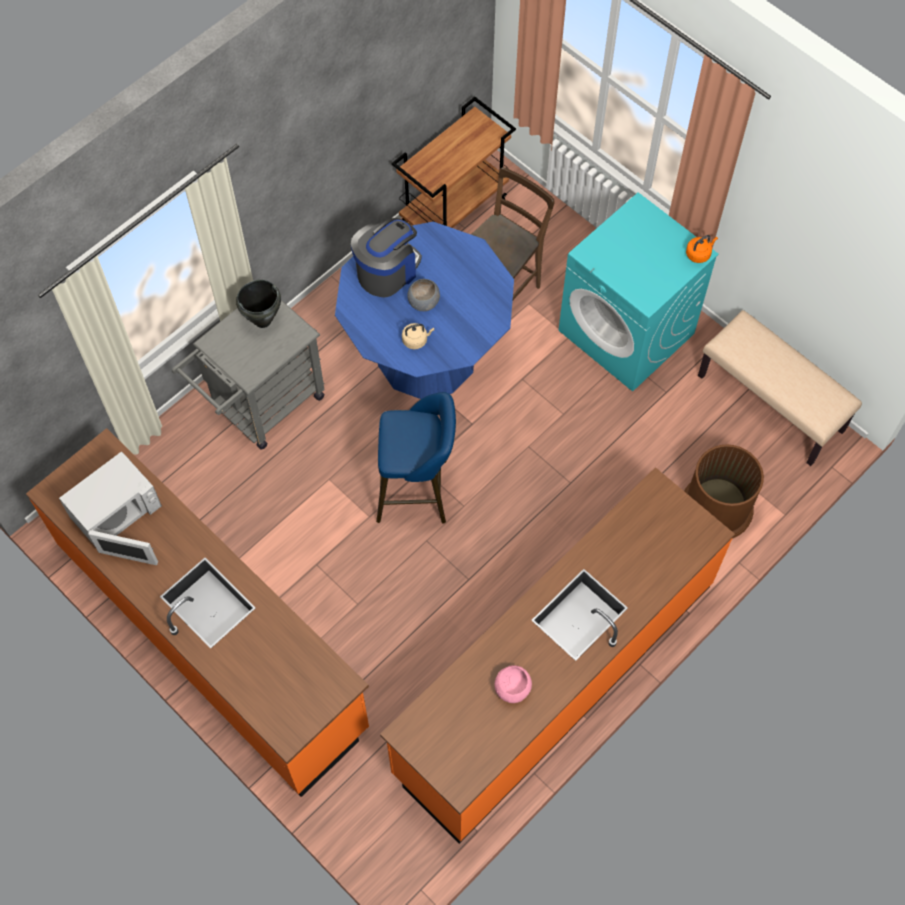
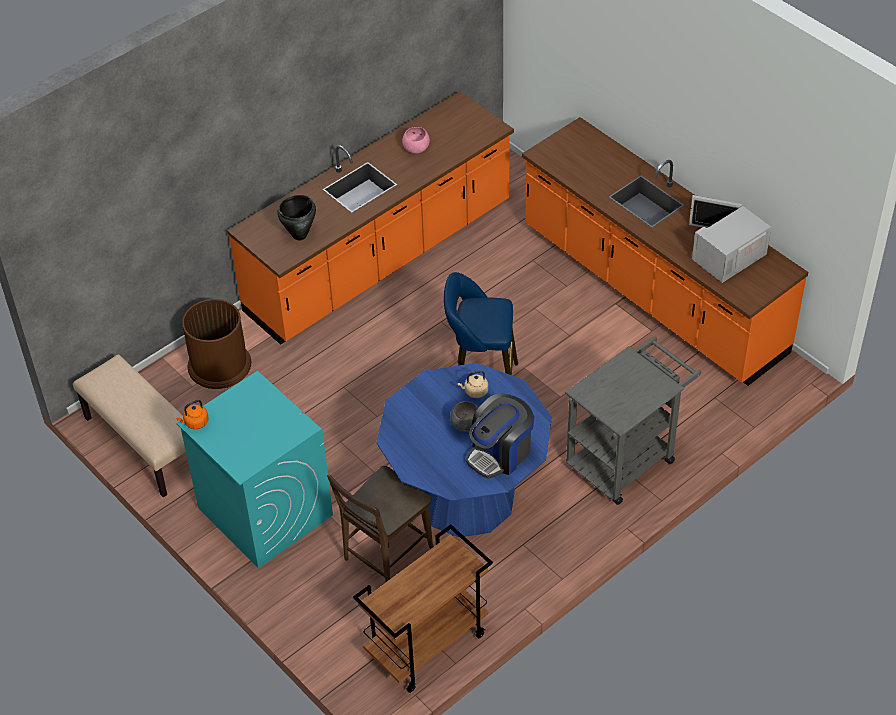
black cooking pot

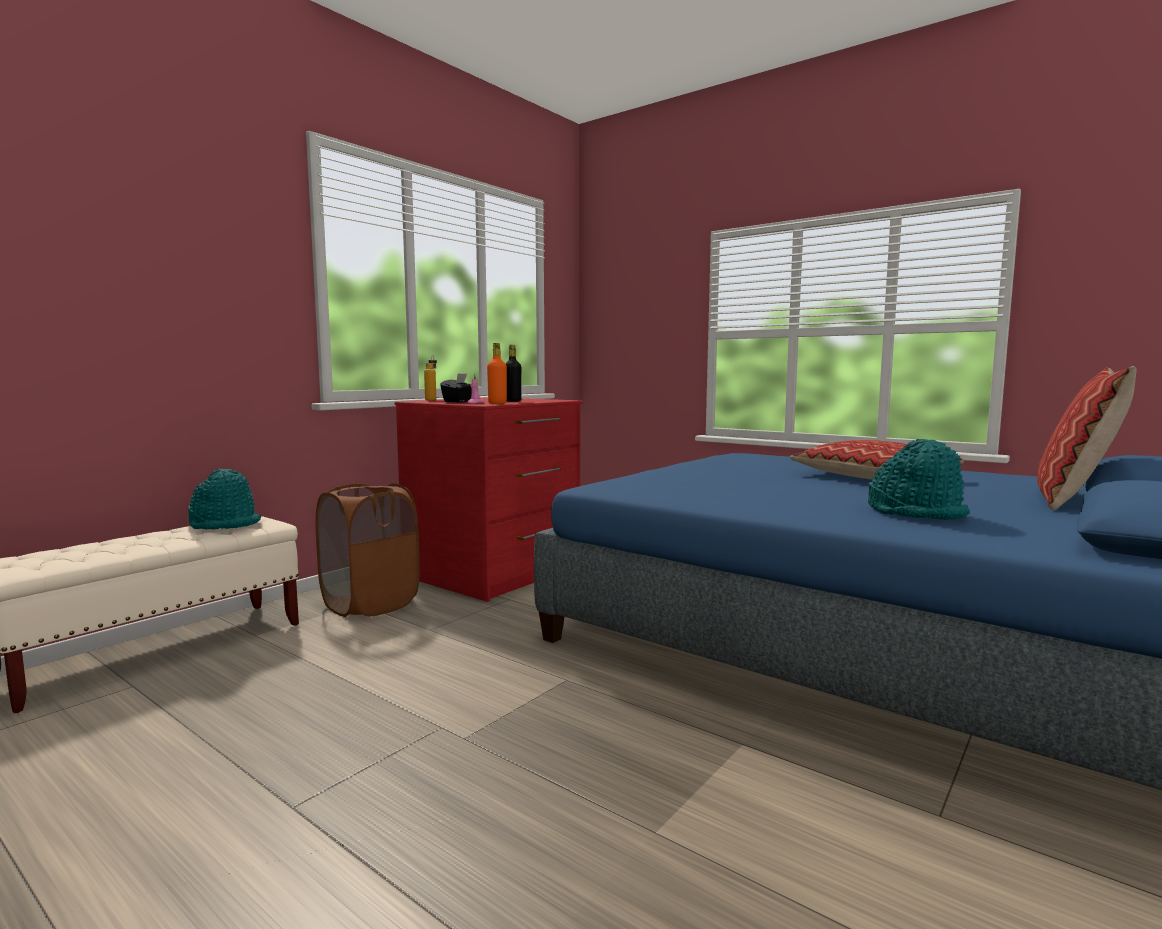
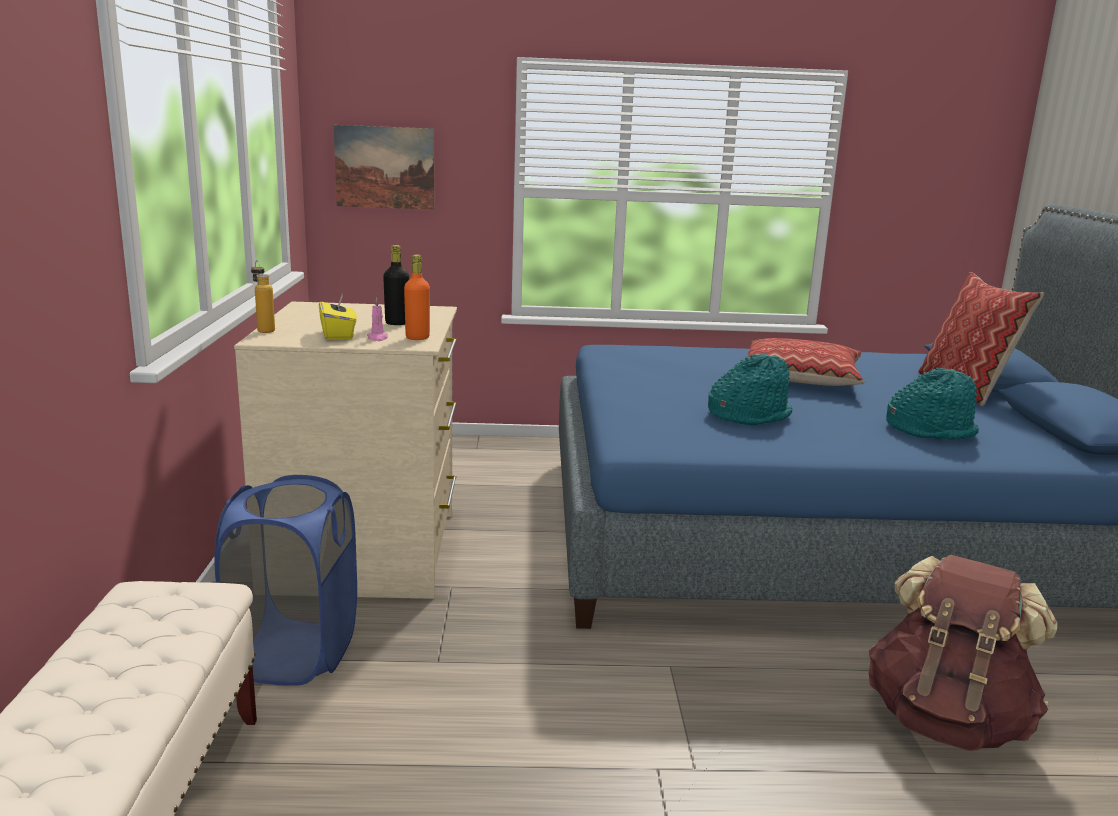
turquoise hat (no. 1 from left)
blue laundry basket
beige dresser
yellow tissue box
picture
brown backpack

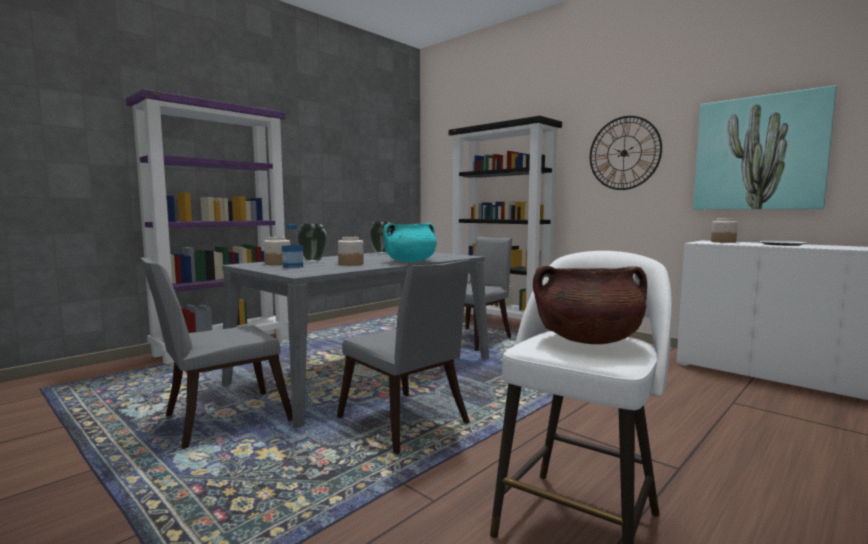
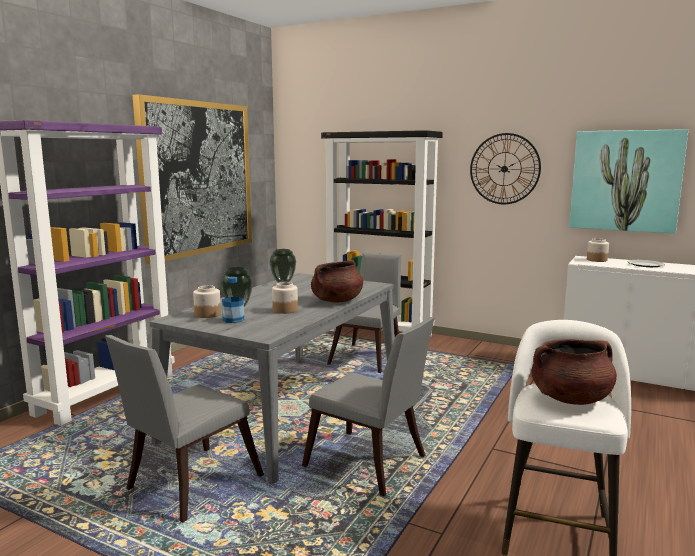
brown cooking pot (no. 1 from left)
picture (no. 1 from left)

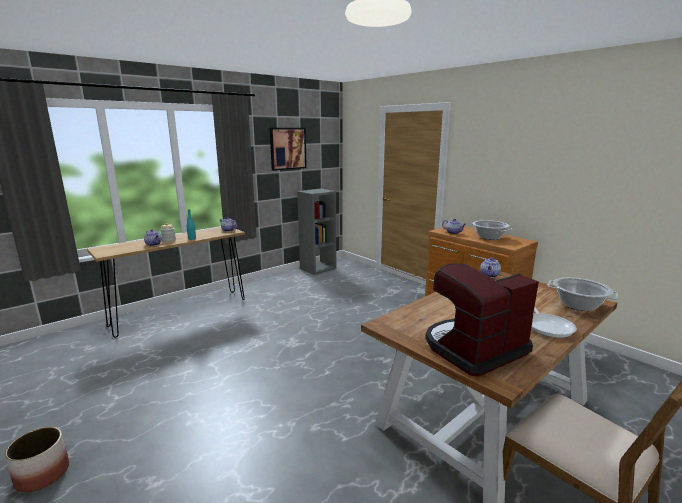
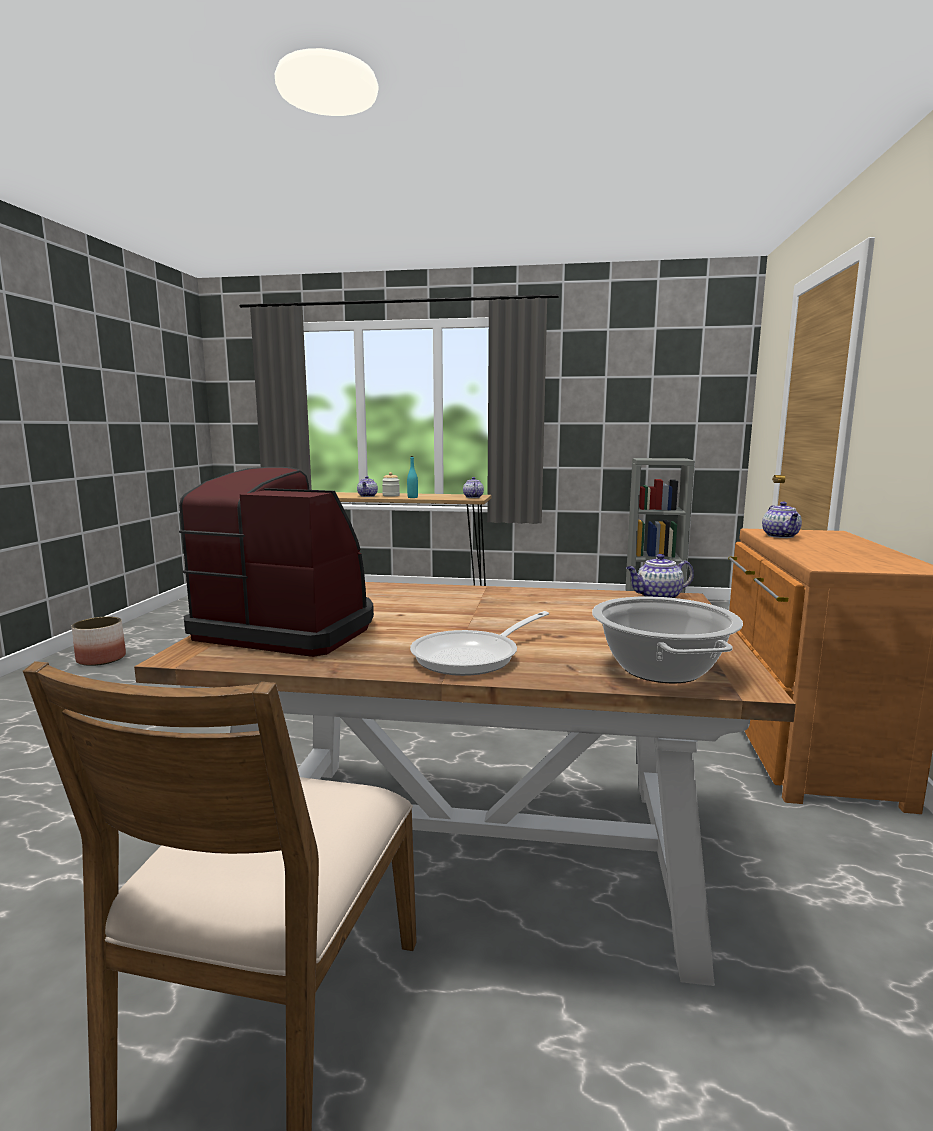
picture
cooking pot (no. 1 from left in the first image)

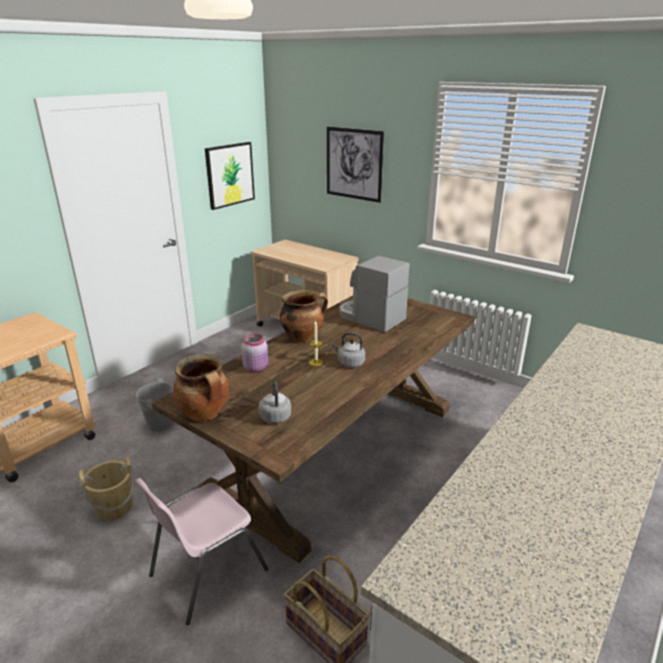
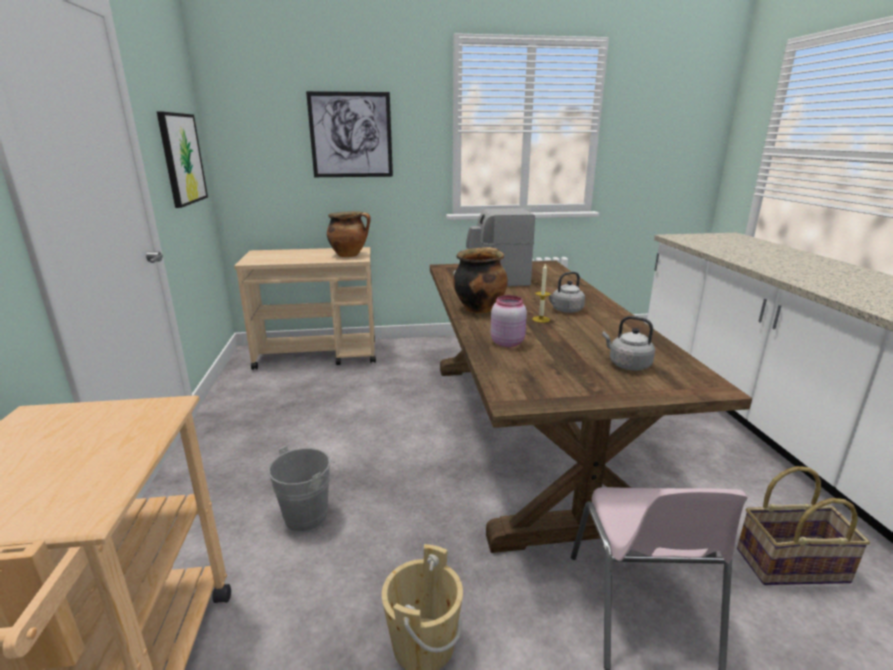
cooking pot (no. 1 from left)

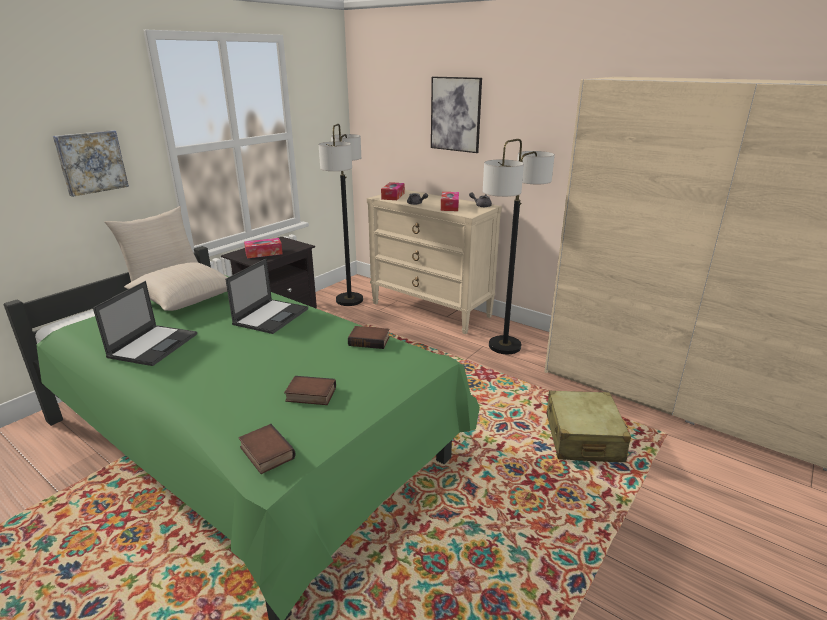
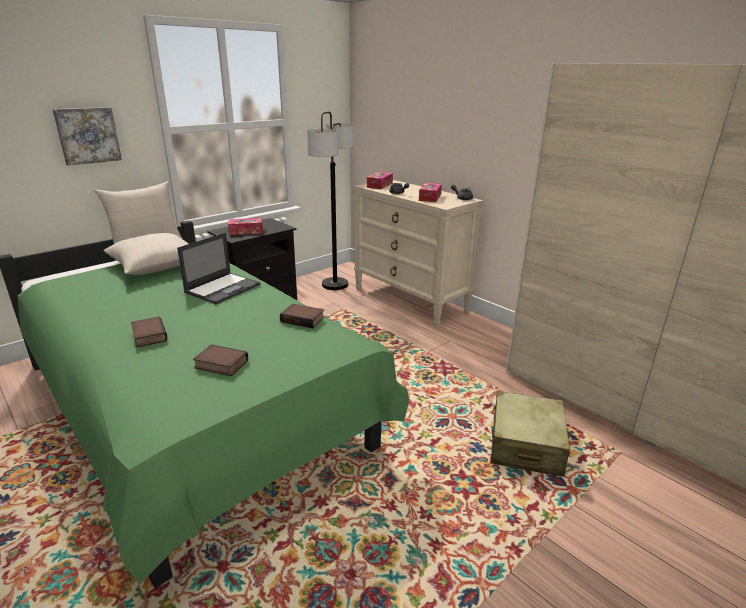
laptop (no. 1 from left in the first image)
book (no. 1 from left)
picture (no. 2 from left in the first image)
floor lamp (no. 2 from left in the first image)

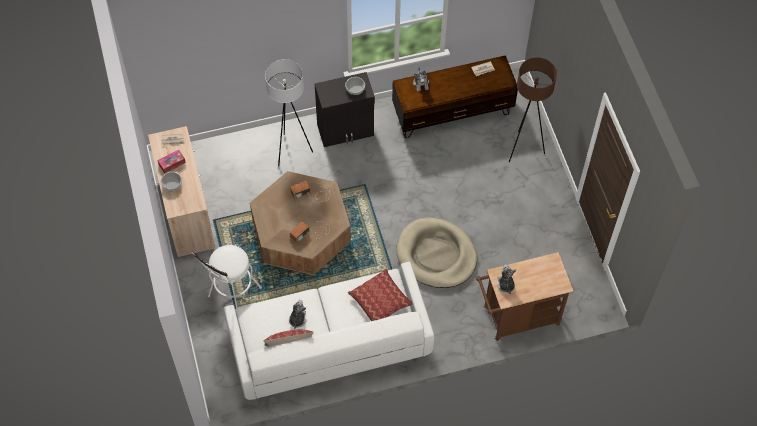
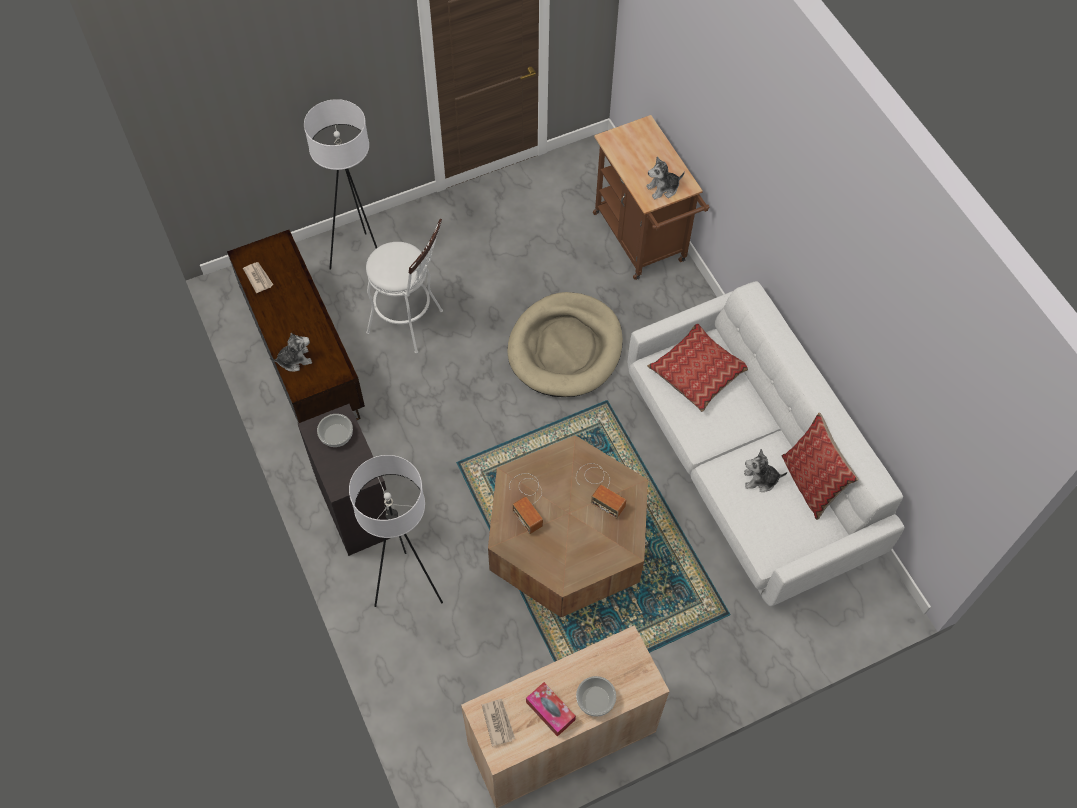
white stool
white floor lamp (no. 1 from left)

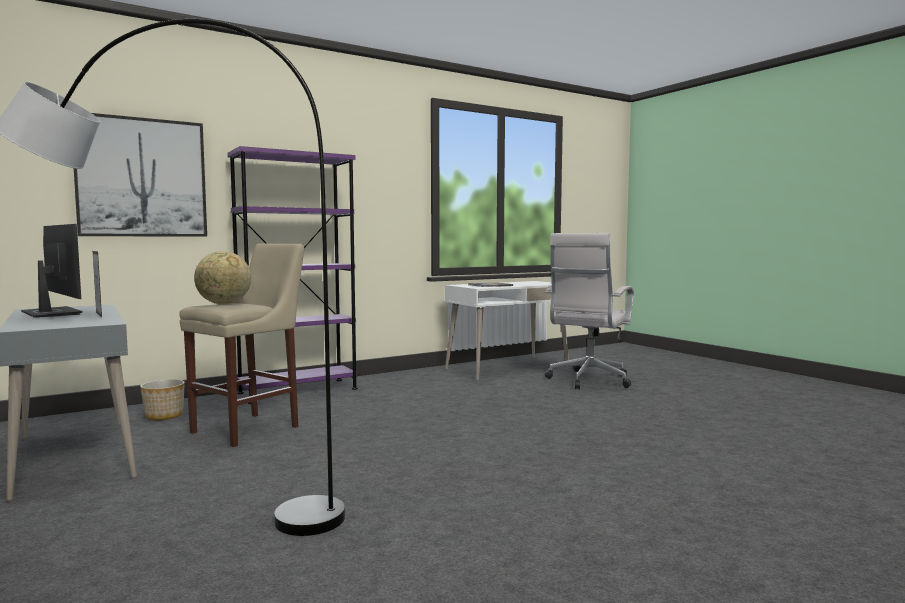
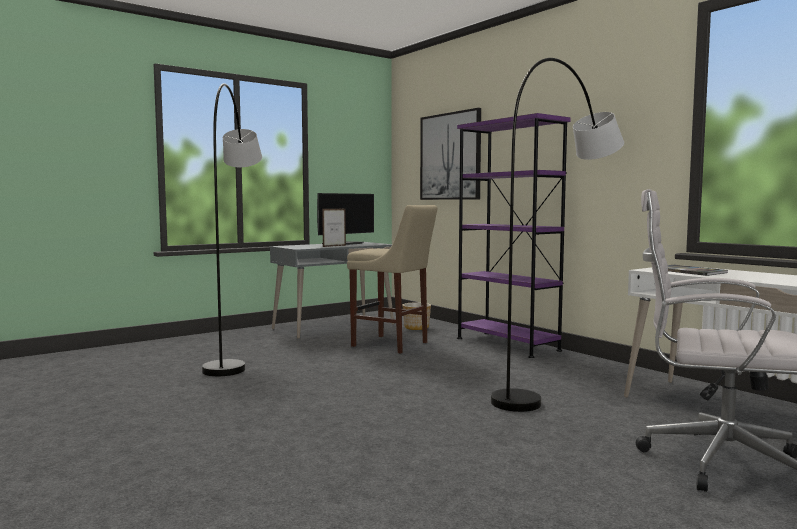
globe
grey floor lamp (no. 2 from left)

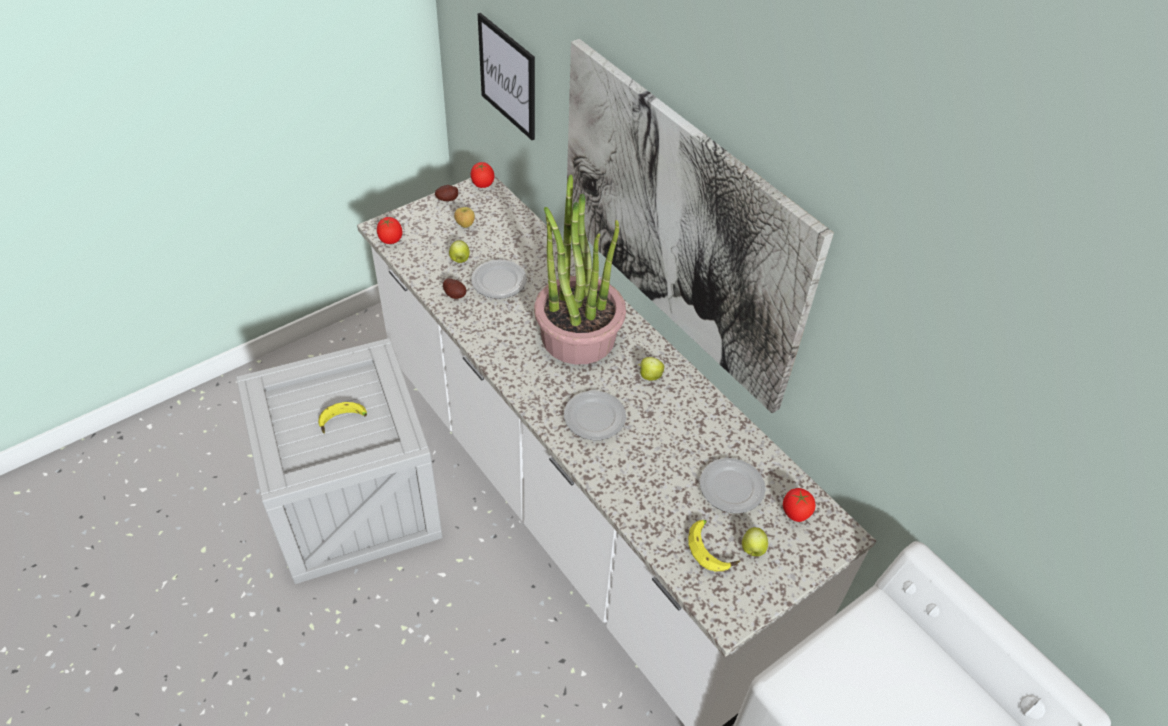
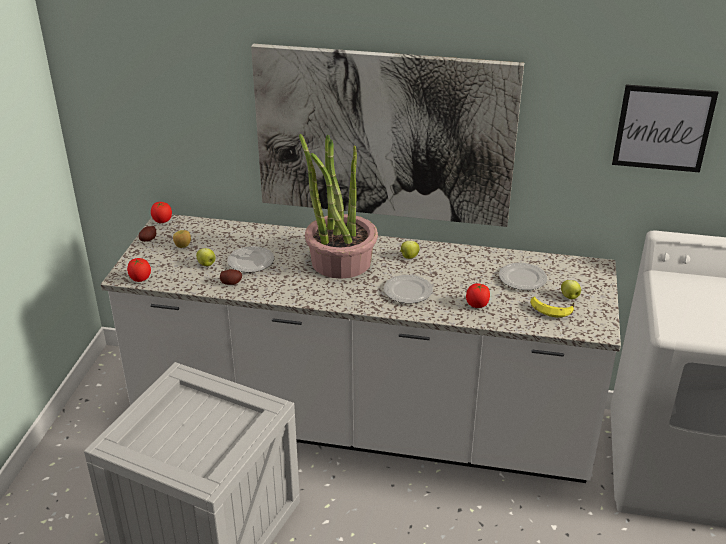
banana (no. 1 from left in the first image)
picture (no. 2 from left)
tomato (no. 3 from left)

